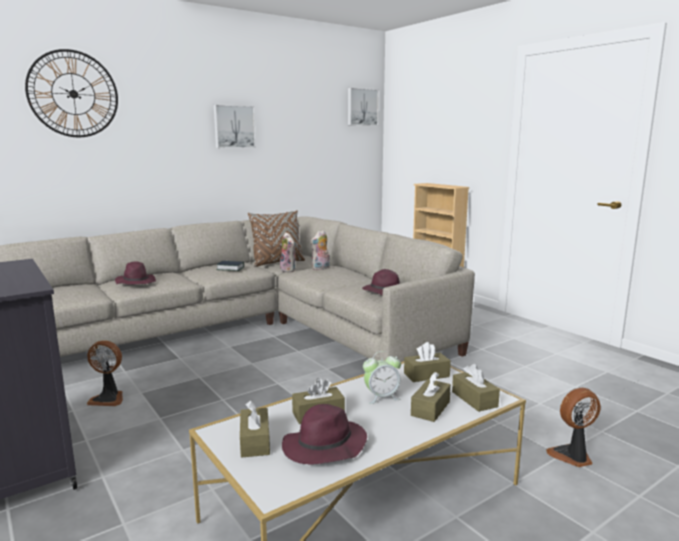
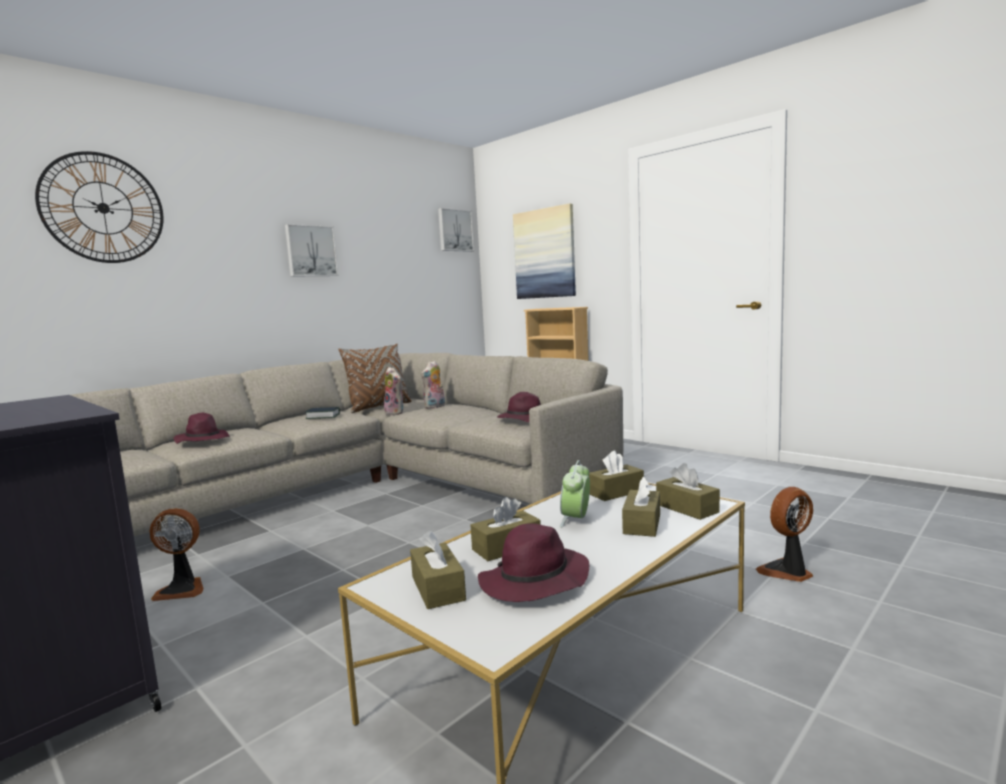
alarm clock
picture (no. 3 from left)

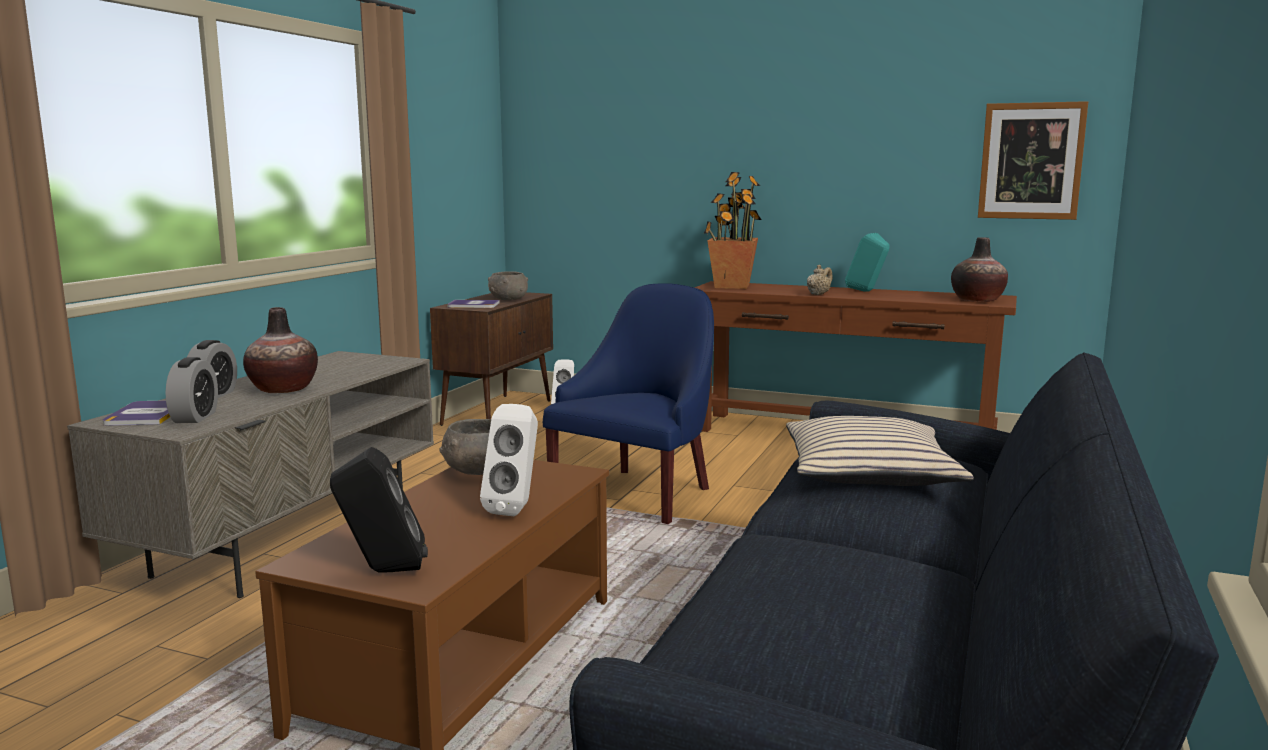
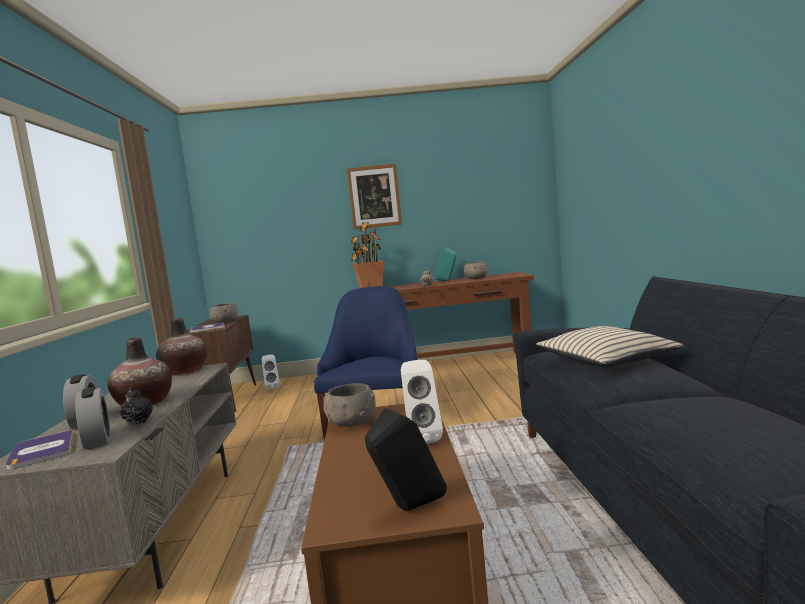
vase (no. 2 from left)
picture
black teapot
grey bowl (no. 3 from left)

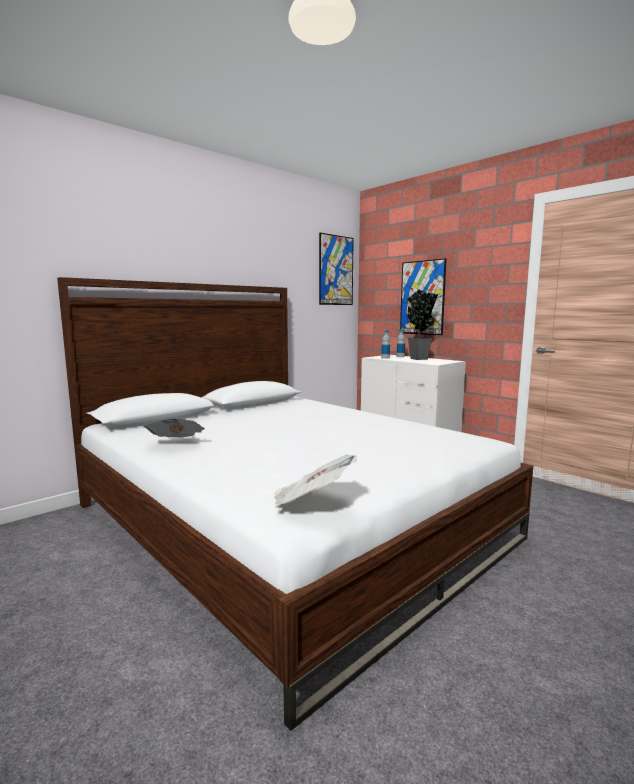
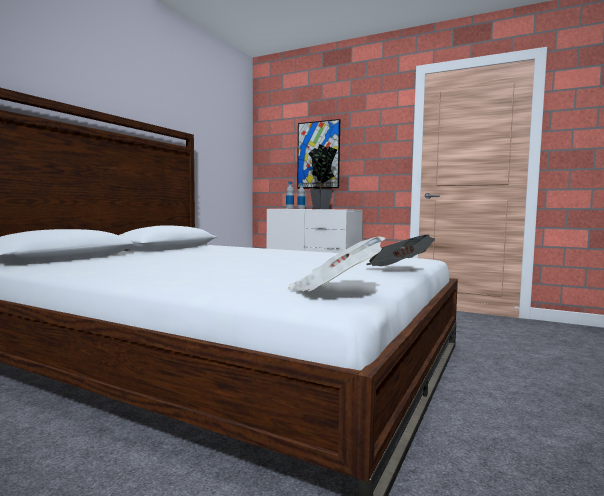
newspaper (no. 2 from left)
picture (no. 1 from left in the first image)

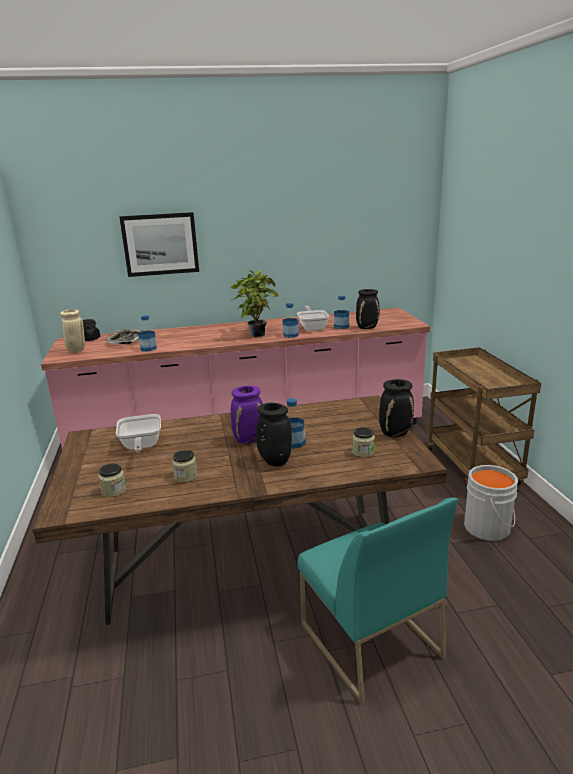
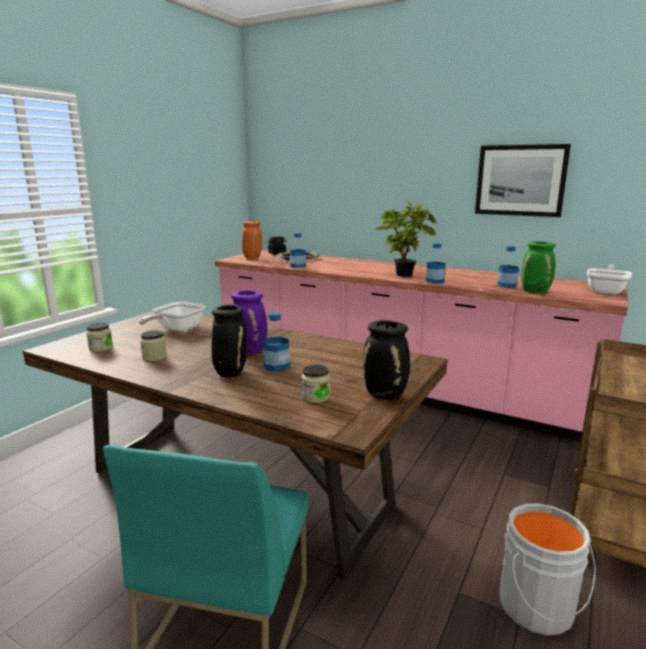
orange vase
picture
frying pan (no. 2 from left)
green vase

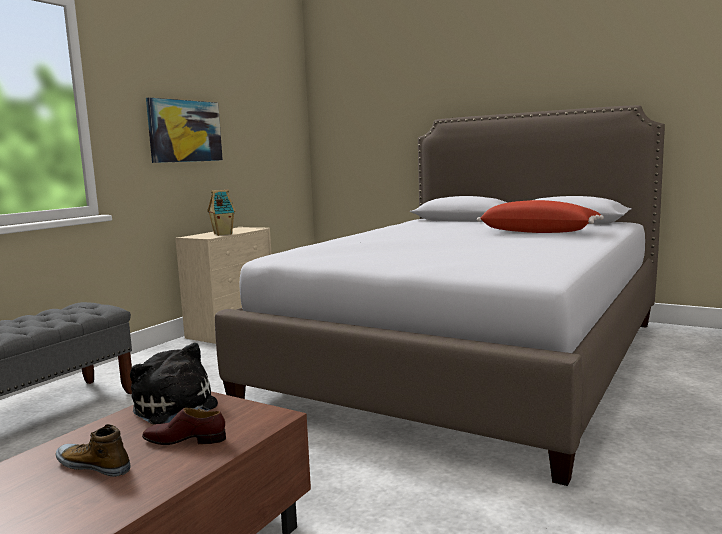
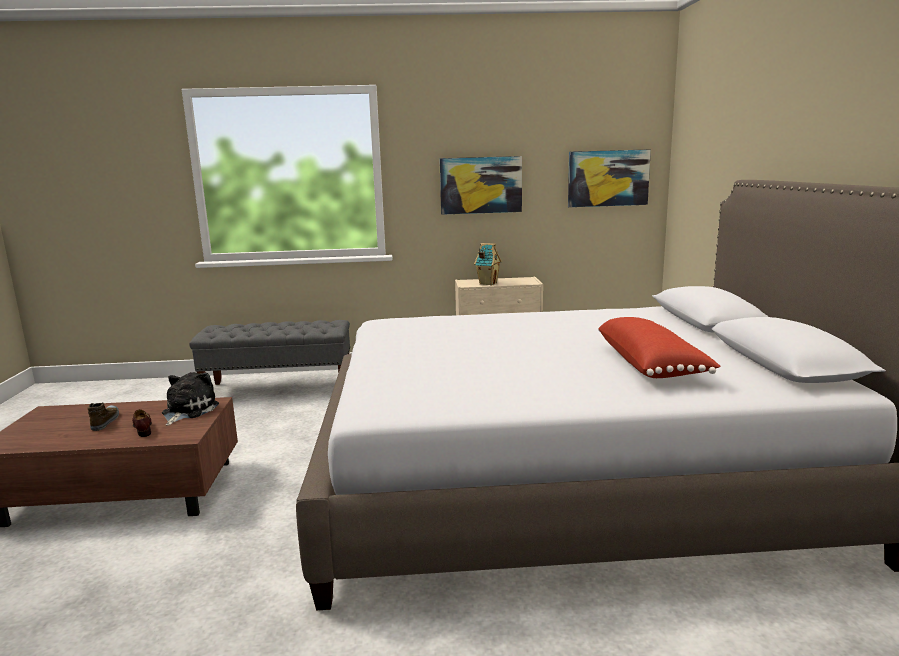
picture (no. 2 from left)

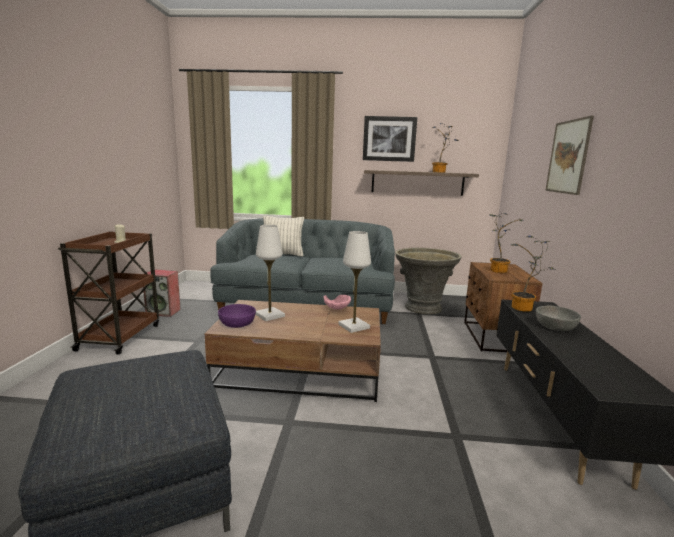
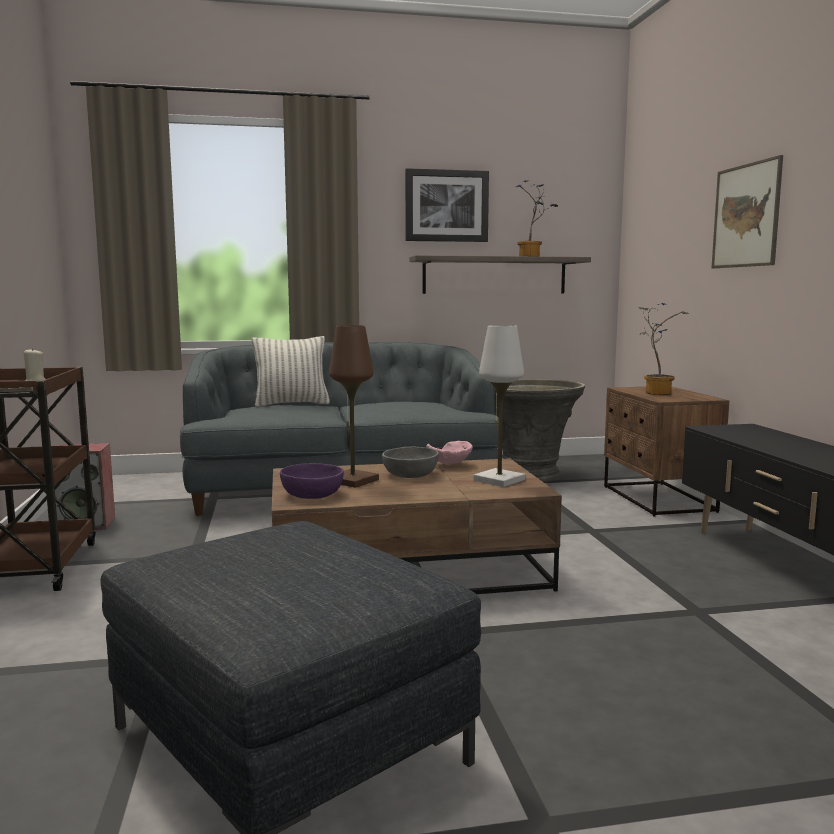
brown table lamp
potted plant (no. 3 from left in the first image)
grey bowl

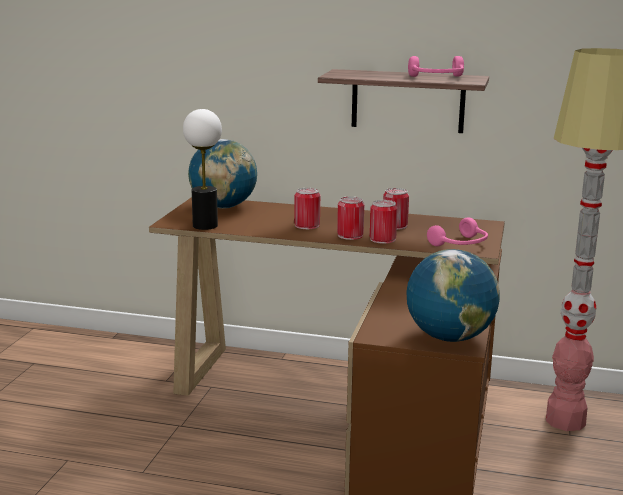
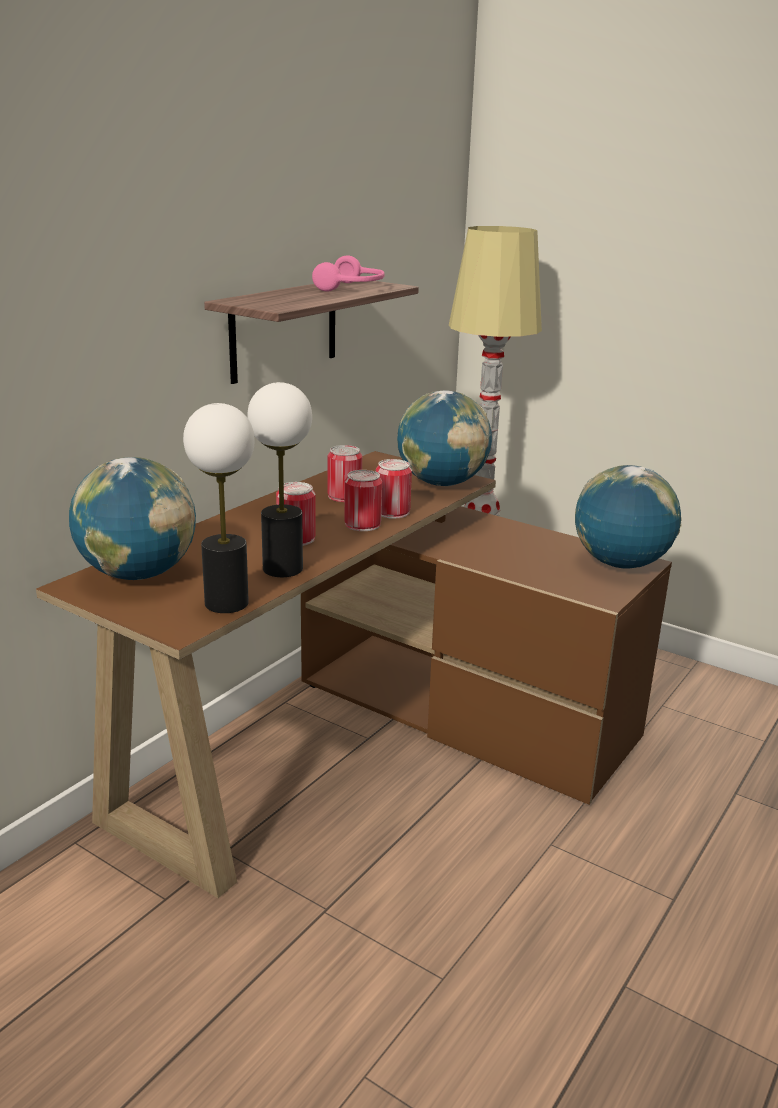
globe (no. 2 from left)
table lamp (no. 2 from left)

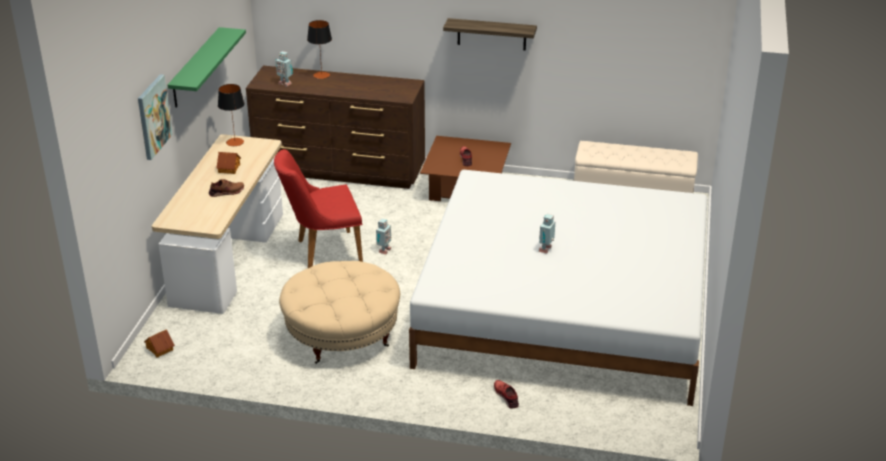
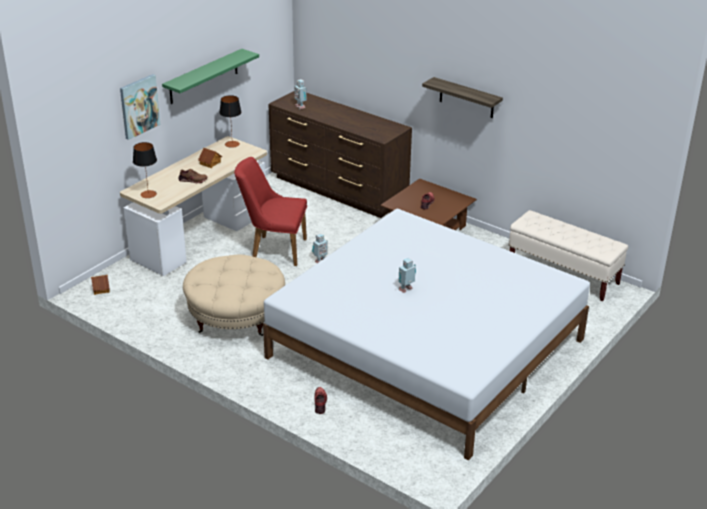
table lamp (no. 1 from left)

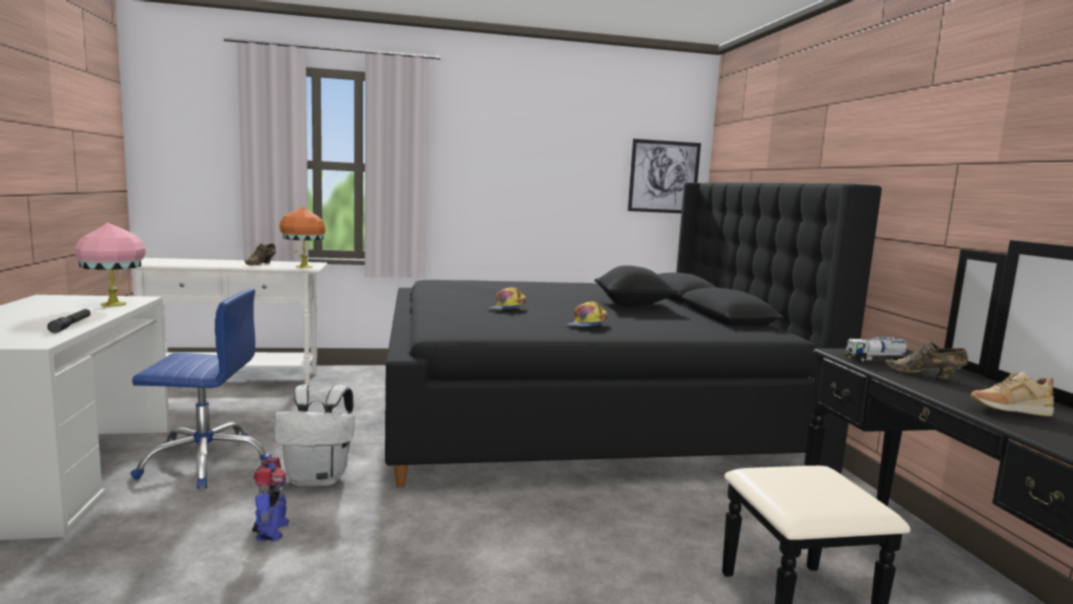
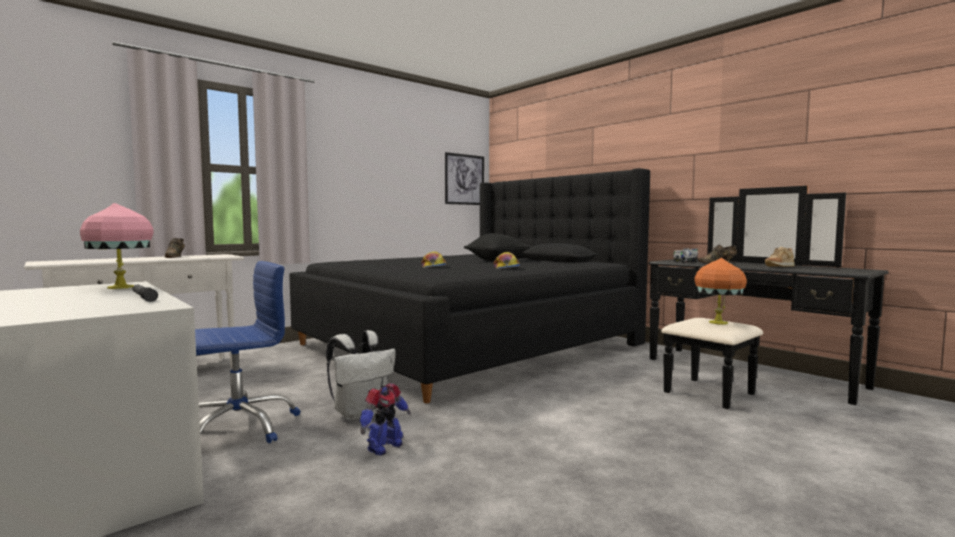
toy robot
orange table lamp

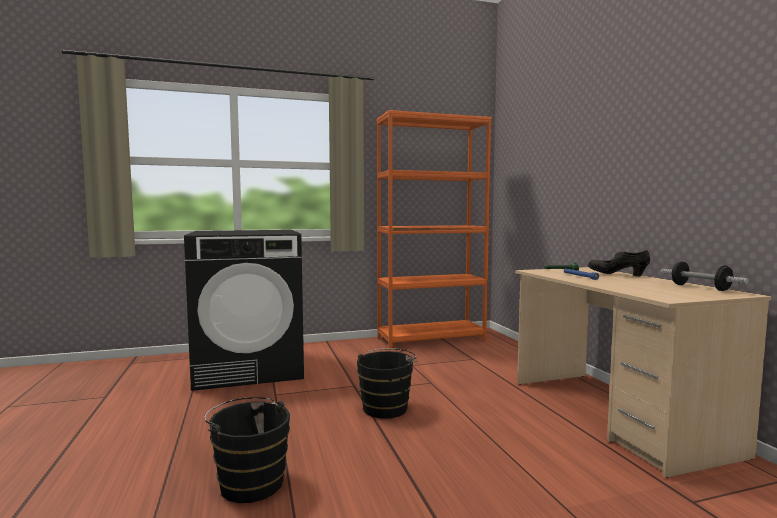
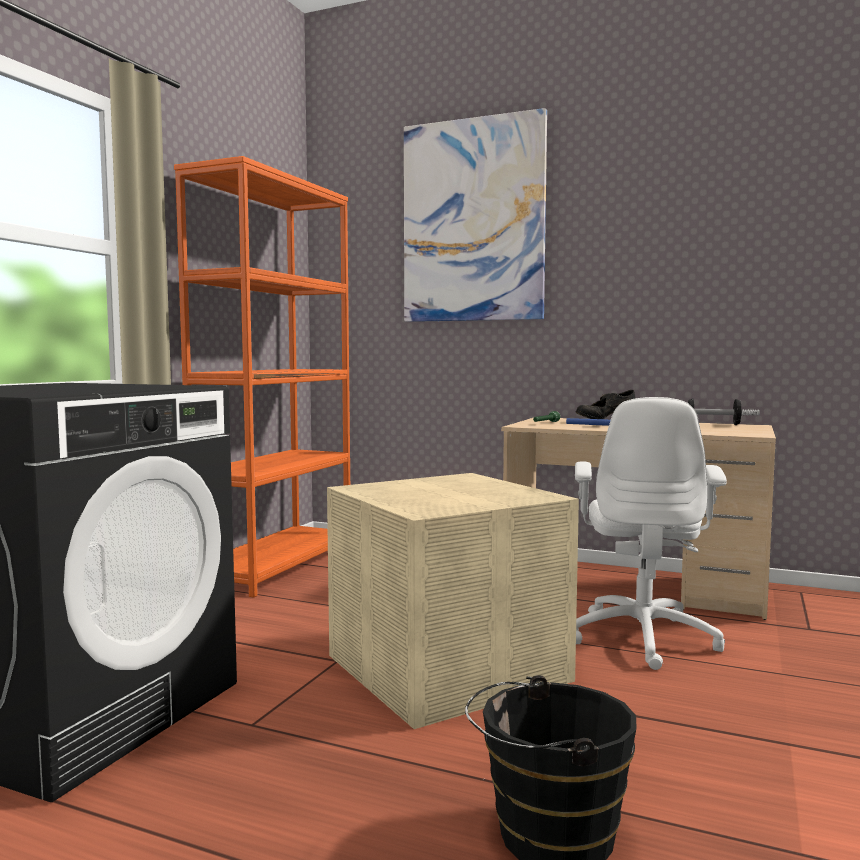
beige storage box
picture
white office chair

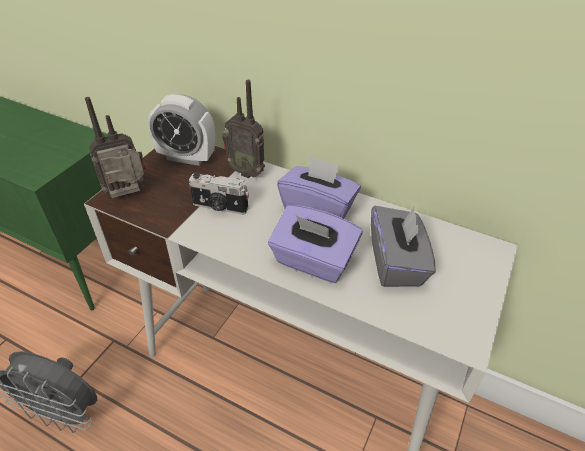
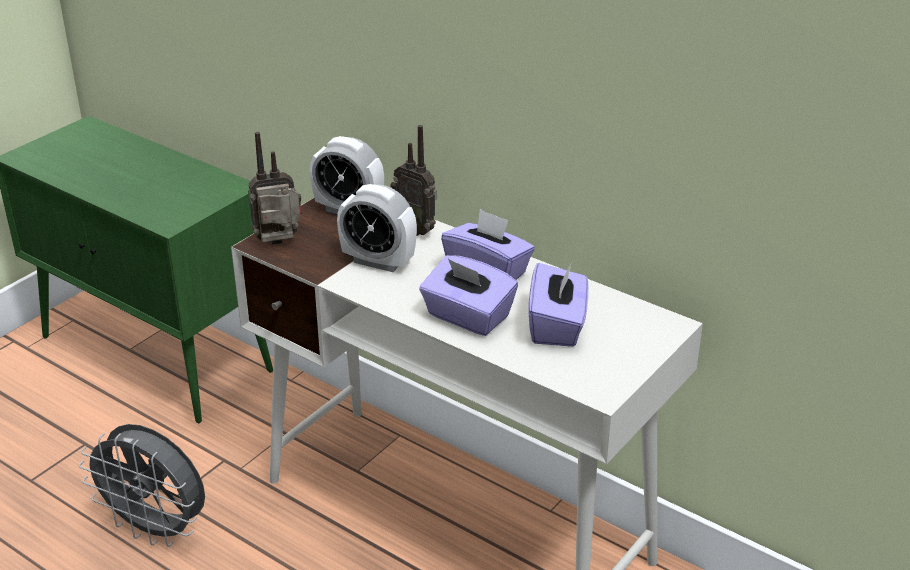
alarm clock (no. 2 from left)
purple tissue box (no. 3 from left)

